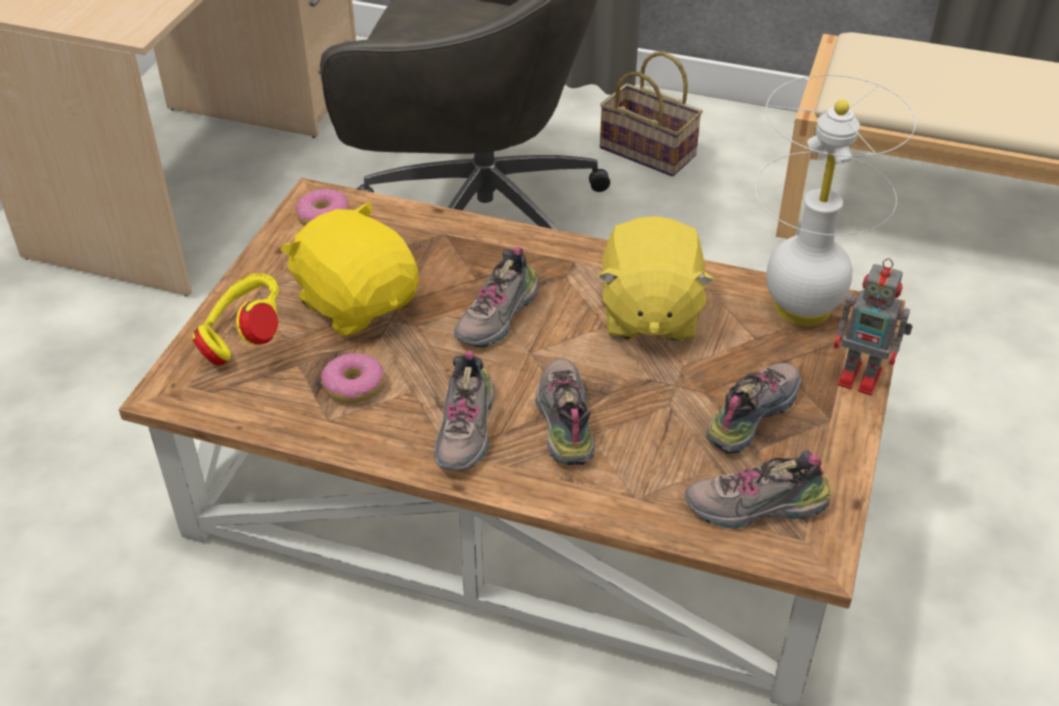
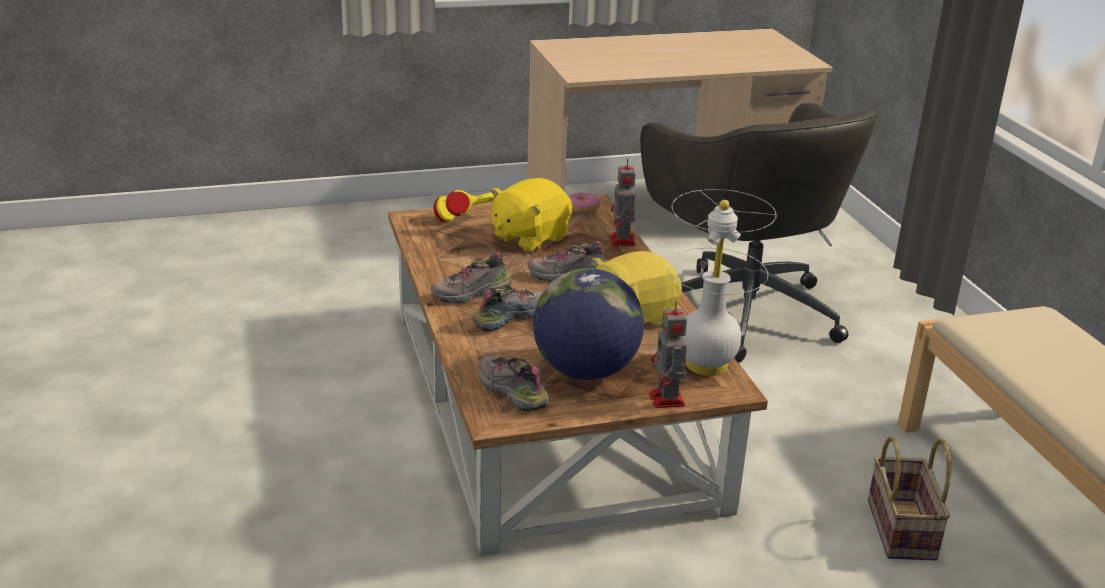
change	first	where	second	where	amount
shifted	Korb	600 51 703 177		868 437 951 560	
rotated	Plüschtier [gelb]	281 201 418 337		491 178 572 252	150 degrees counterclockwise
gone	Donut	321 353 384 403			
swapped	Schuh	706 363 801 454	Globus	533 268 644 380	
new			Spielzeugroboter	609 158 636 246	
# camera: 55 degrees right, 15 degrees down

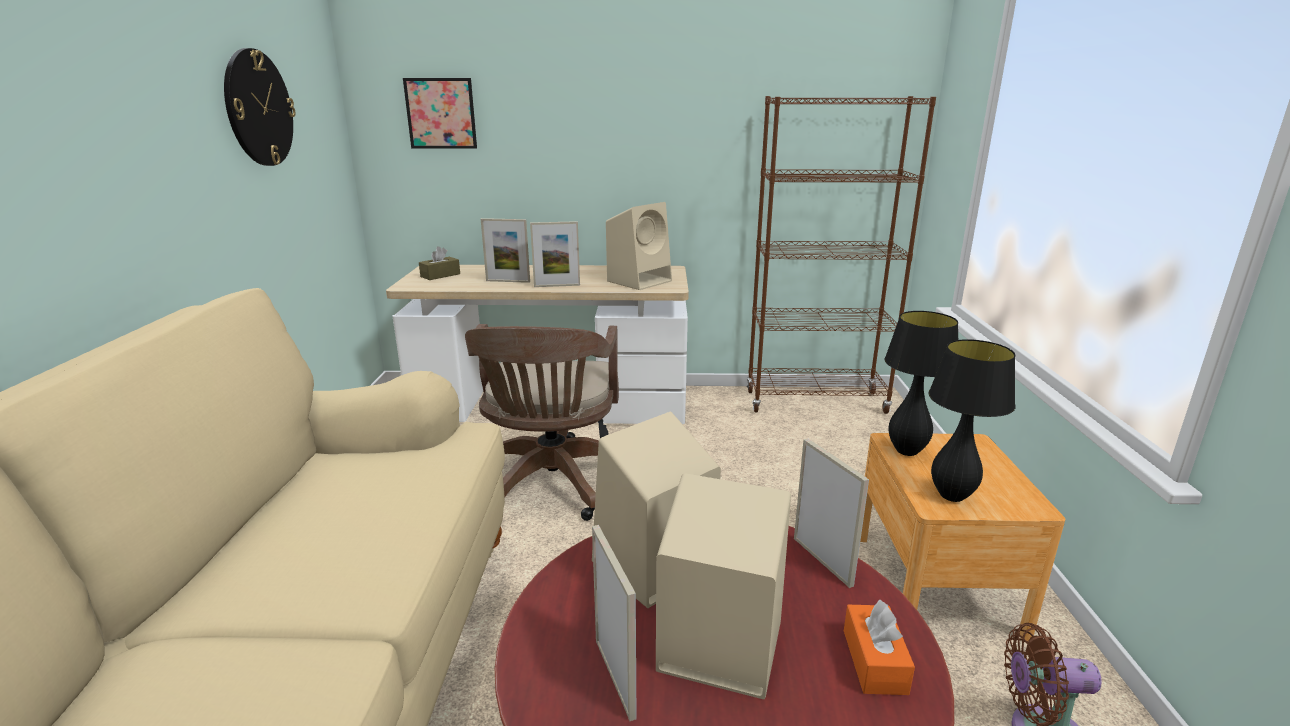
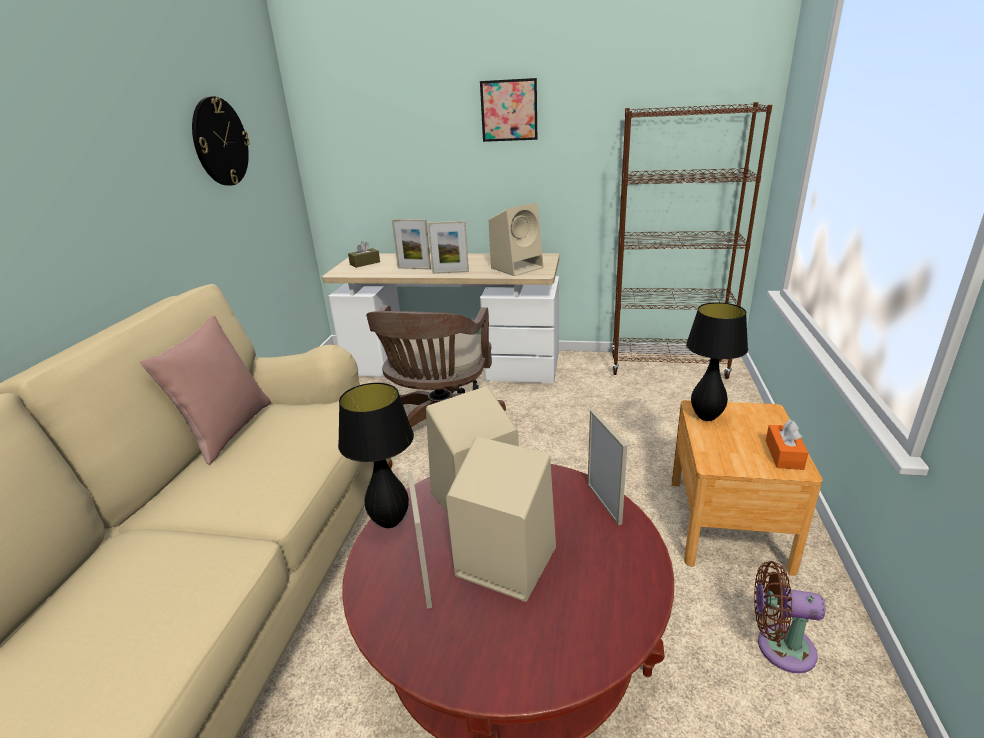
change	first	where	second	where	amount
shifted	Bild	403 78 477 149		480 78 537 142	
shifted	Tischlampe [schwarz]	928 339 1015 502		338 383 414 528	
shifted	Taschentuchbox [orange]	844 600 915 695		766 419 808 470	
new			Kissen [rosa]	140 315 271 465	
# camera: 10 degrees right, 5 degrees up

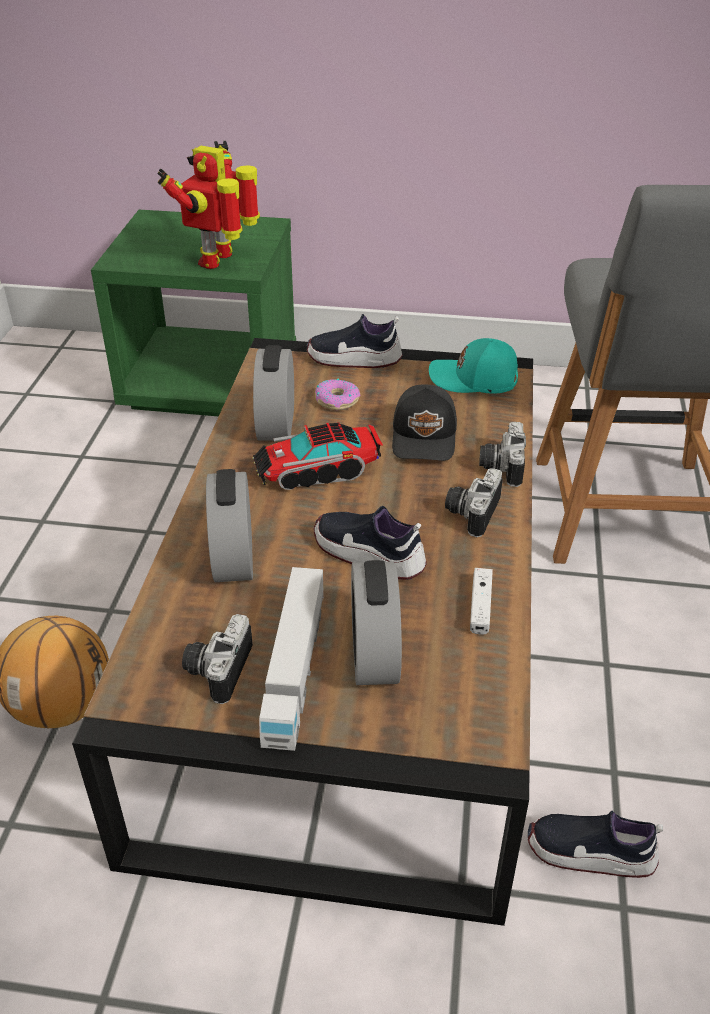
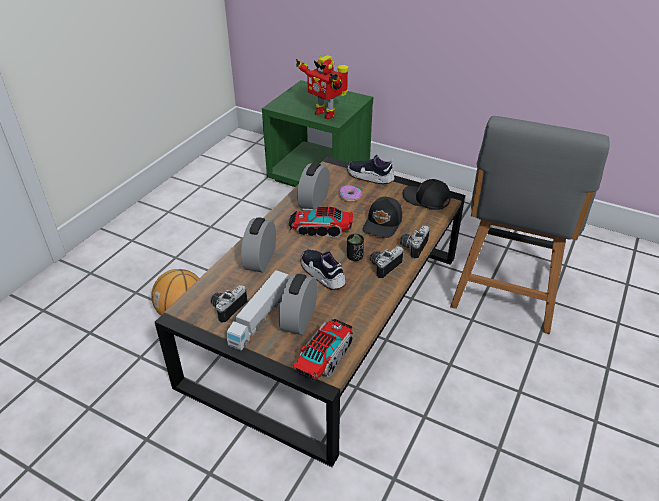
change	first	where	second	where	amount
rotated	Spielzeugroboter	157 141 260 269		296 55 348 119	90 degrees counterclockwise
repainted	Kappe [türkis]	429 338 518 394	Kappe [schwarz]	402 179 450 210	
gone	Gamepad [weiß]	470 568 493 635			
gone	Schuh	528 811 663 878			
new			Tasse [schwarz]	347 234 364 261	
new			Spielzeuglaster	293 319 353 381	
# camera: 20 degrees right, 0 degrees up

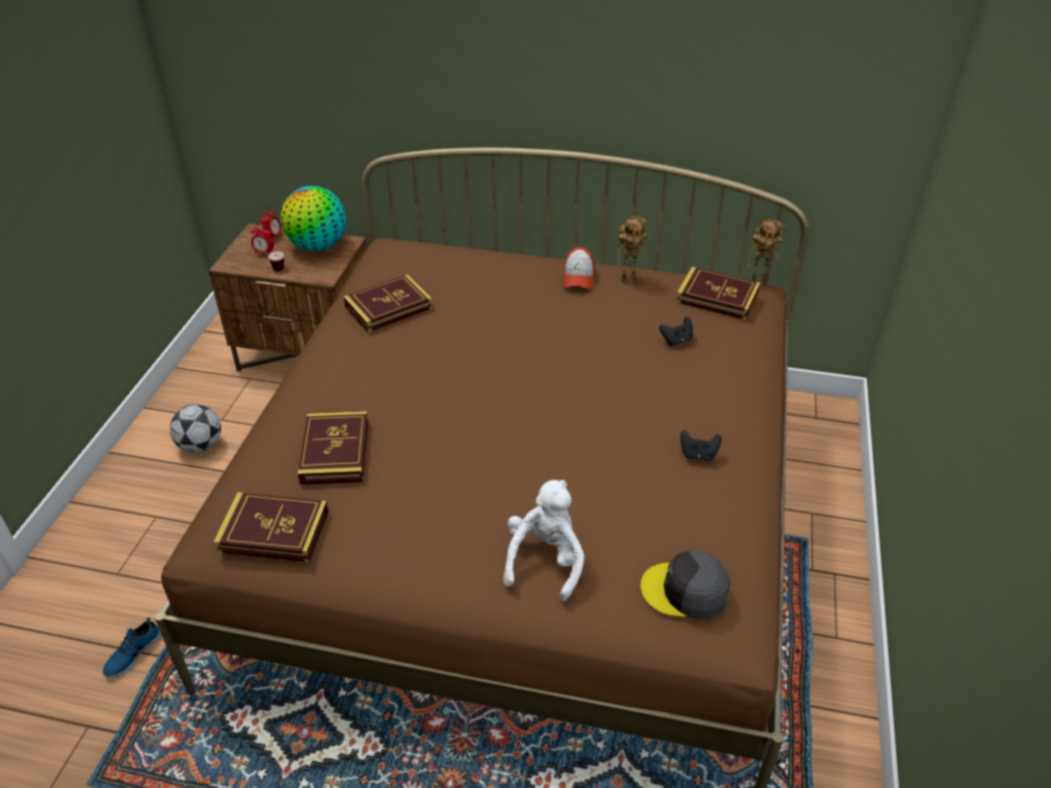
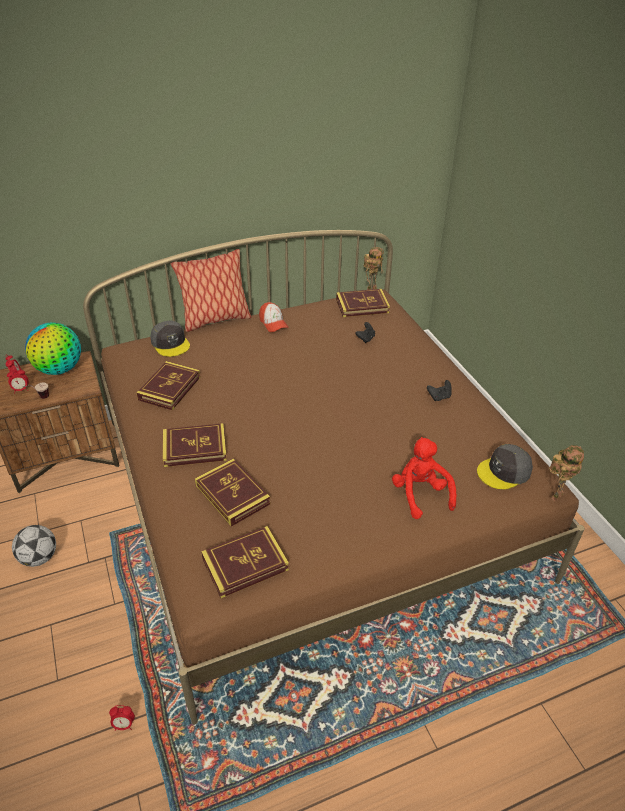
change	first	where	second	where	amount
shifted	Spielzeugroboter	617 217 649 282		549 445 584 502	
repainted	Plüschtier [weiß]	503 480 584 601	Plüschtier [rot]	392 437 456 519	
swapped	Schuh	103 617 162 678	Wecker	109 705 135 731	
new			Kissen	170 249 252 332	
new			Kappe [grau]	151 320 190 357	
new			Buch	162 423 227 467	
# camera: 35 degrees left, 0 degrees up

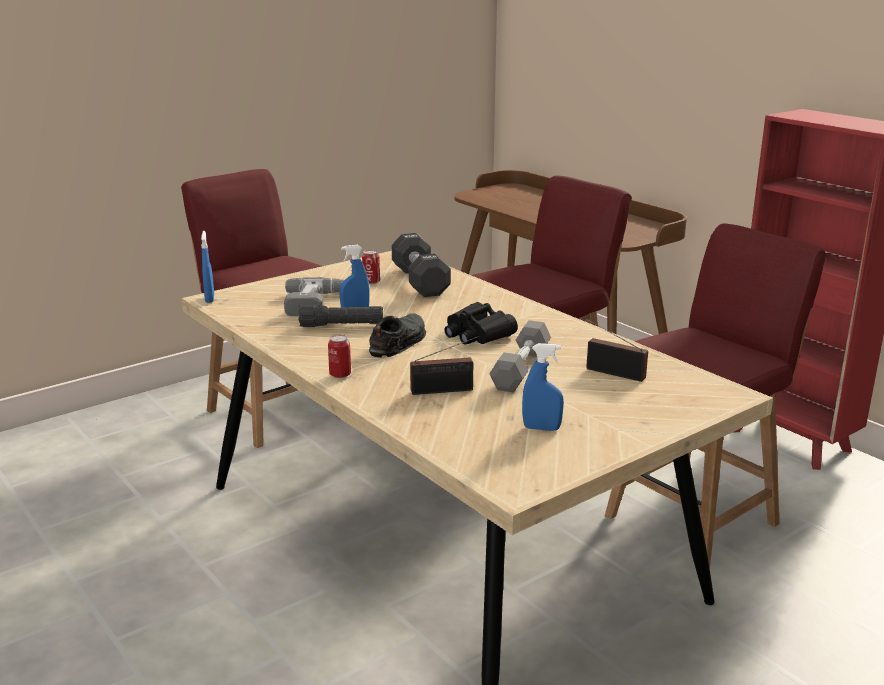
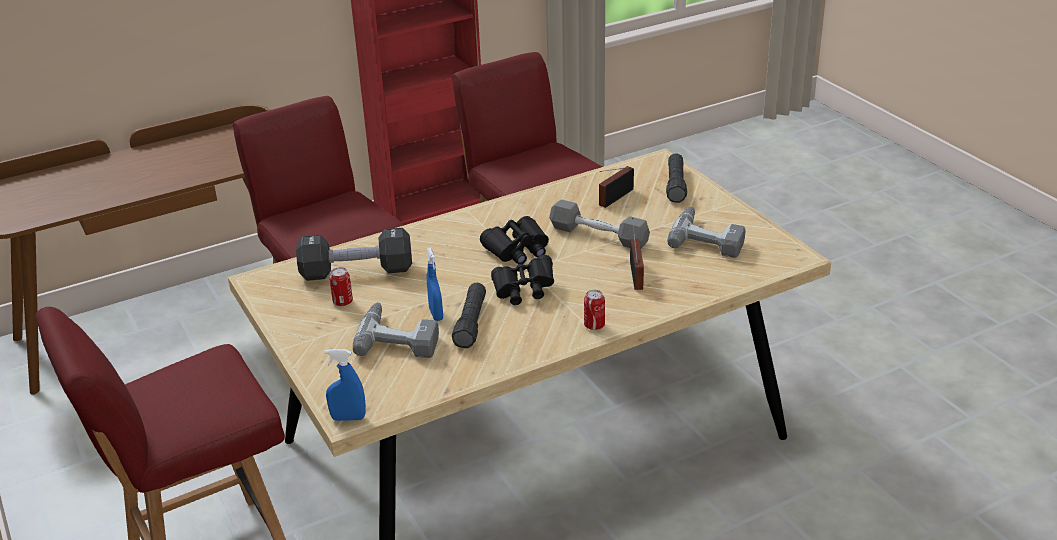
change	first	where	second	where	amount
swapped	Schuh [schwarz]	369 313 426 358	Fernglas [schwarz]	491 255 554 305	
swapped	Sprühflasche [blau]	522 343 564 431	Bohrmaschine	667 207 746 258	
new			Taschenlampe [schwarz]	666 154 687 203	
# camera: 80 degrees left, 10 degrees up

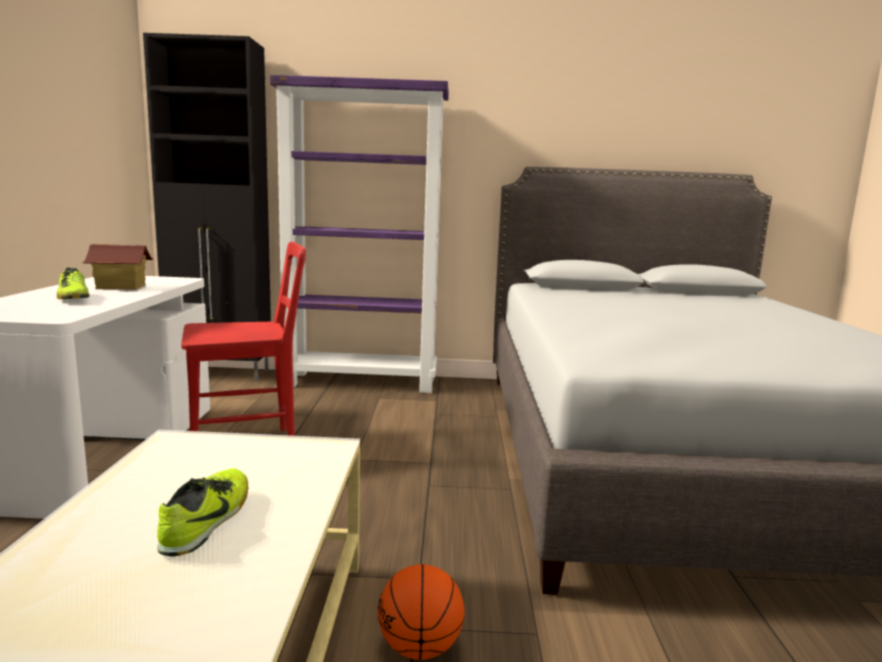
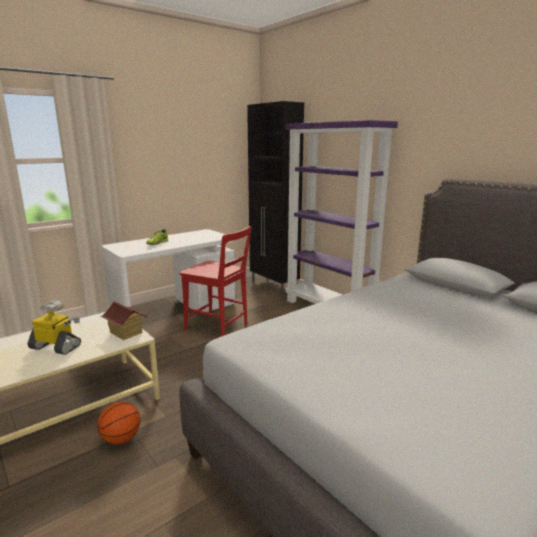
change	first	where	second	where	amount
shifted	Spielzeughaus	82 244 153 290		101 301 148 340	
swapped	Schuh	157 468 248 556	Spielzeugroboter	27 300 81 355	
# camera: 50 degrees right, 5 degrees up

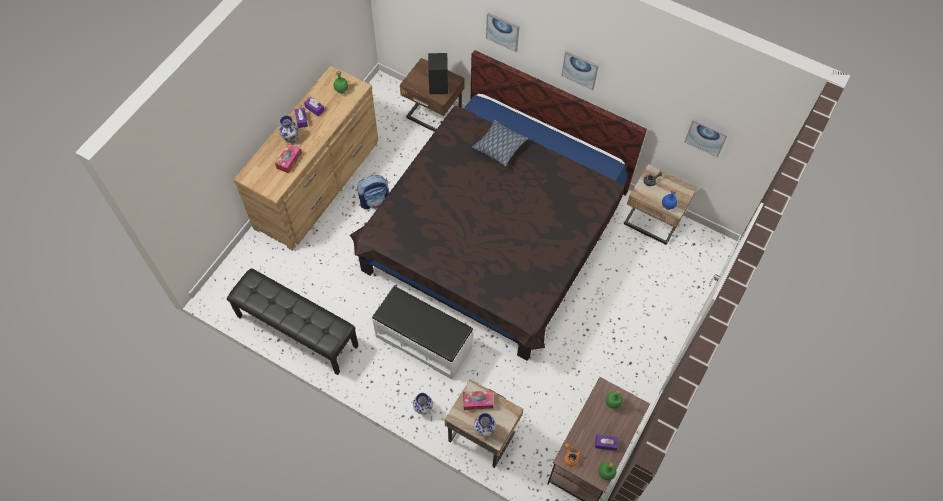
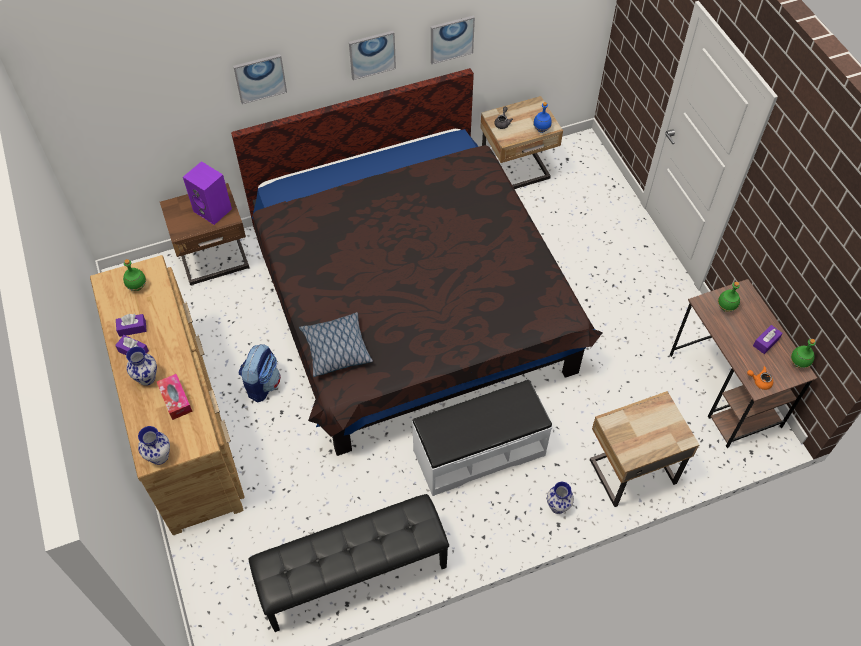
change	first	where	second	where	amount
repainted	Lautsprecher [schwarz]	428 53 448 94	Lautsprecher [lila]	183 161 232 225	
shifted	Kissen	472 119 529 167		299 312 373 377	
shifted	Bild	684 119 728 158		431 15 475 64	
gone	Taschentuchbox	463 391 493 410			
shifted	Vase	474 413 496 437		138 426 170 465	
# camera: 50 degrees left, 5 degrees down

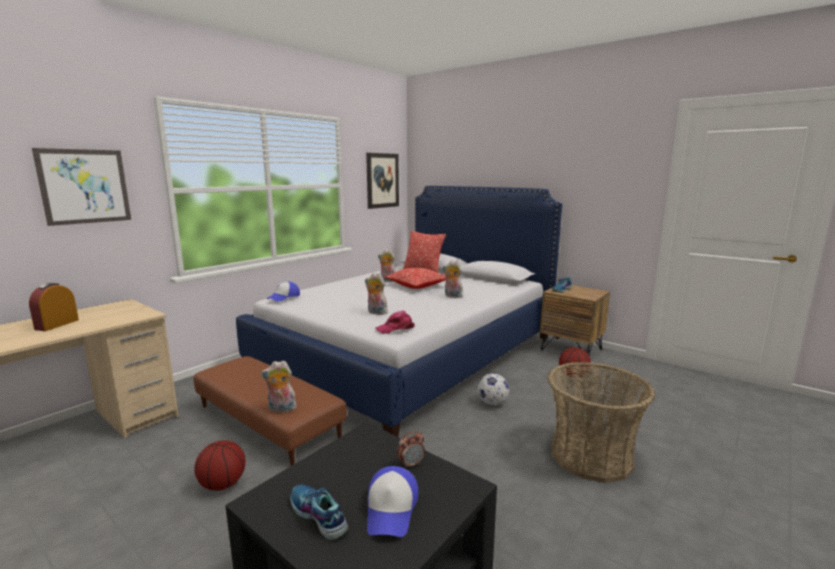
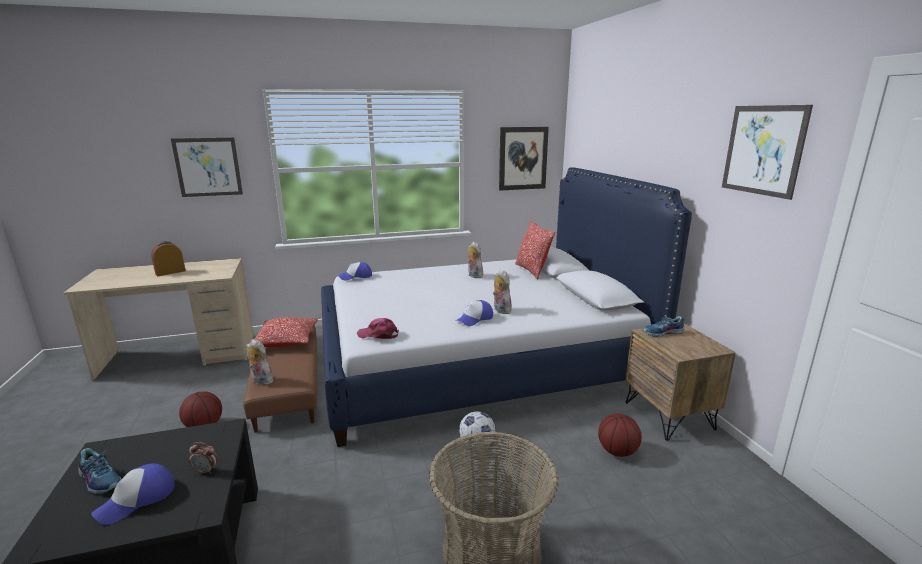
change	first	where	second	where	amount
shifted	Kissen	384 268 446 289		249 317 318 347	
gone	Plüschtier	365 273 388 315			
rotated	Schuh	290 485 348 540		78 448 121 495	135 degrees clockwise
new			Bild	722 105 813 200	
new			Kappe	456 300 493 326	
# camera: 35 degrees right, 5 degrees up

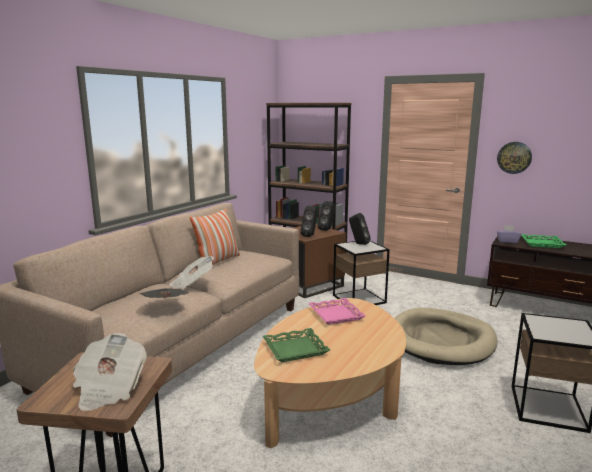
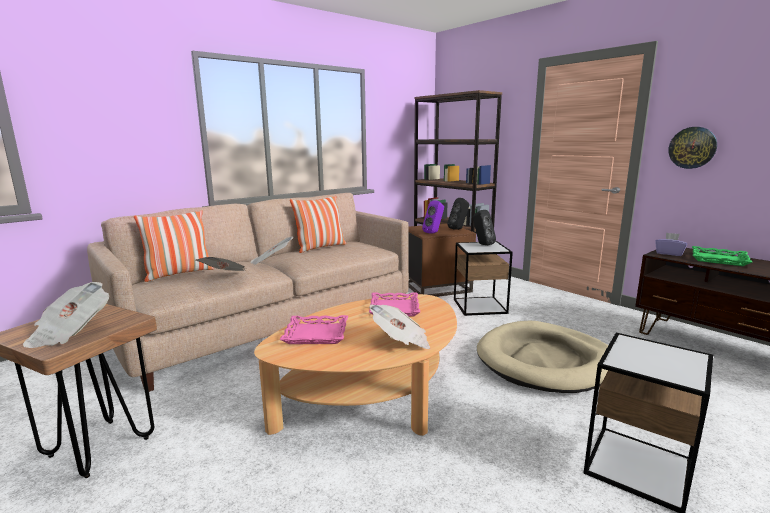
change	first	where	second	where	amount
repainted	Lautsprecher [schwarz]	300 206 318 237	Lautsprecher [lila]	422 200 444 234	
repainted	Tablett [grün]	263 328 330 362	Tablett [rosa]	279 315 348 344	
new			Kissen	134 210 214 282	
new			Zeitung	369 305 430 349	
# camera: 20 degrees right, 0 degrees up

